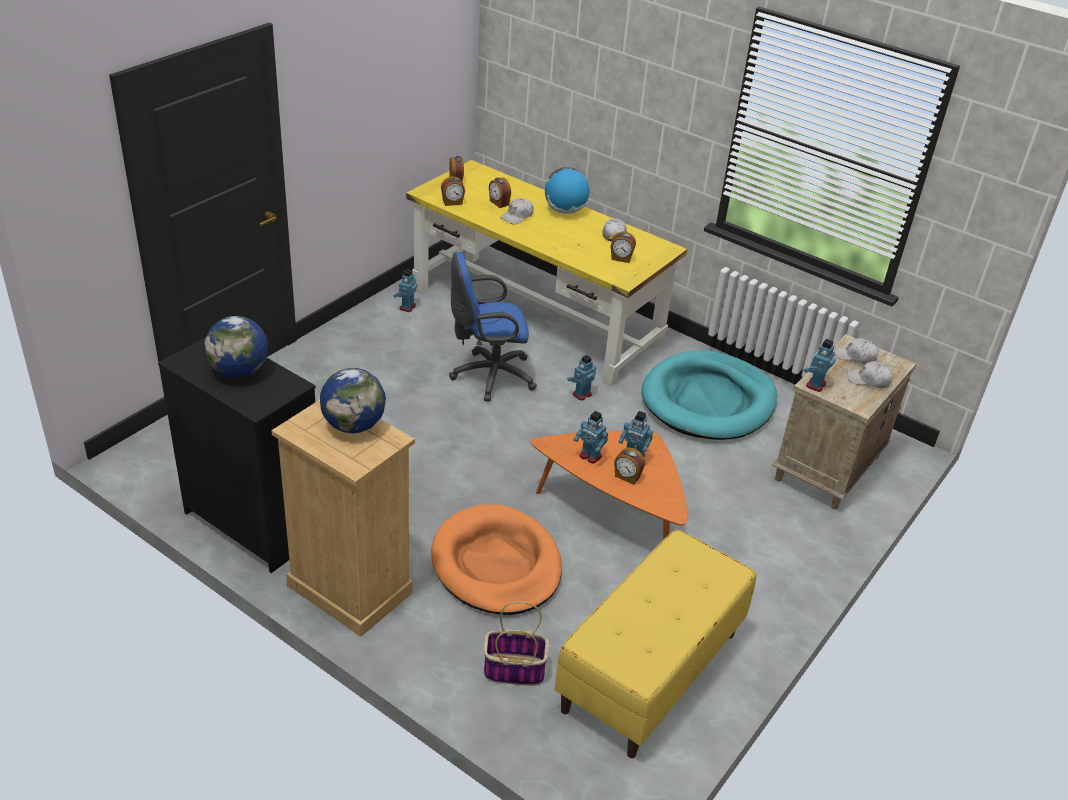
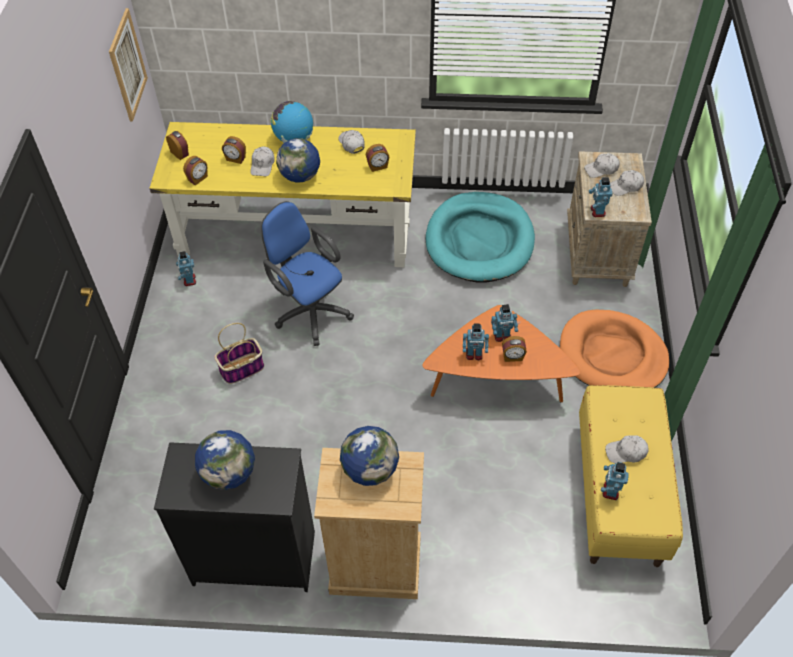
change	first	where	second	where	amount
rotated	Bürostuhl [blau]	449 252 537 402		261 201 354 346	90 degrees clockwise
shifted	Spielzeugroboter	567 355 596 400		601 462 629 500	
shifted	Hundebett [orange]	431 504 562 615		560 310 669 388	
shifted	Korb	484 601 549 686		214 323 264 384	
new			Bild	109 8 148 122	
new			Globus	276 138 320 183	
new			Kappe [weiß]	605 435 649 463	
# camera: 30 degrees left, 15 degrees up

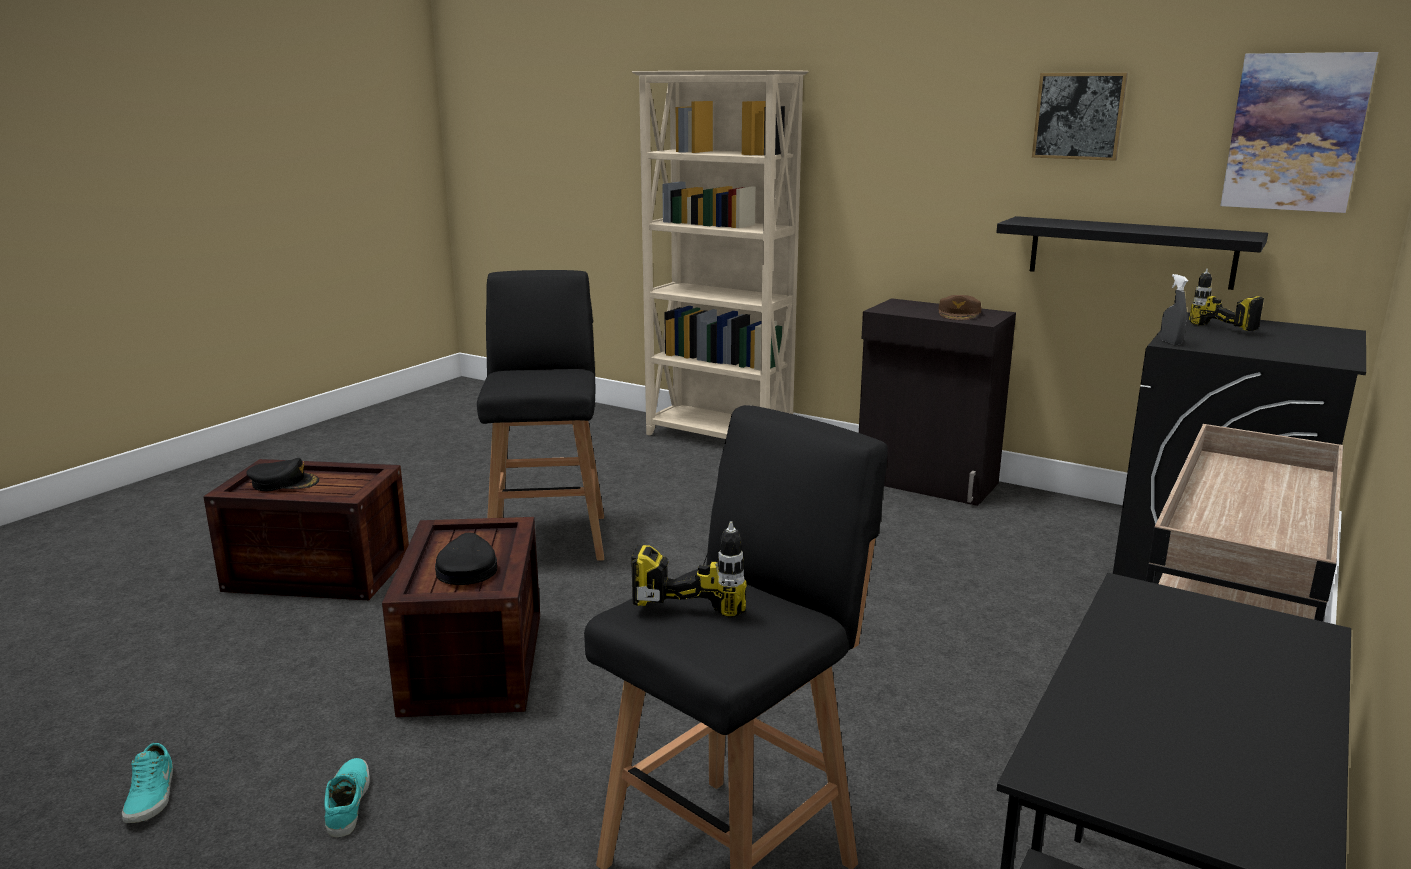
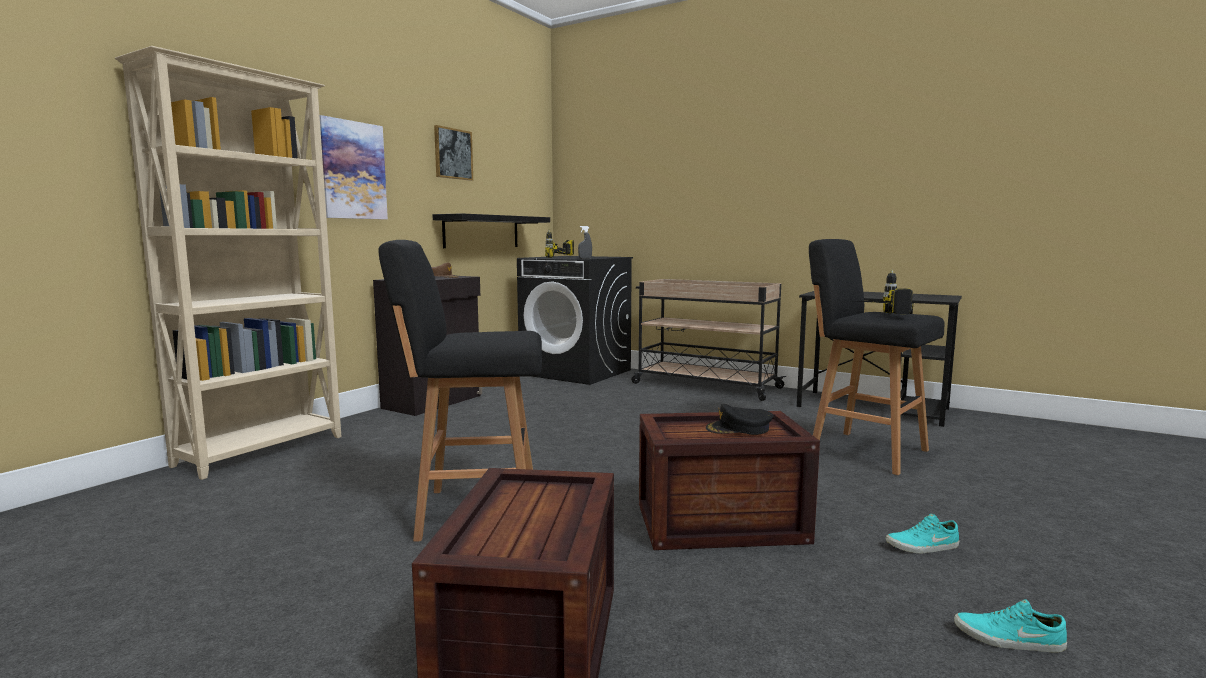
change	first	where	second	where	amount
shifted	Bild	1220 52 1378 213		320 115 388 220	
gone	Kappe [schwarz]	246 458 319 492			
rotated	Schuh [türkis]	122 743 173 823		954 599 1067 653	150 degrees counterclockwise
# camera: 90 degrees left, 10 degrees down

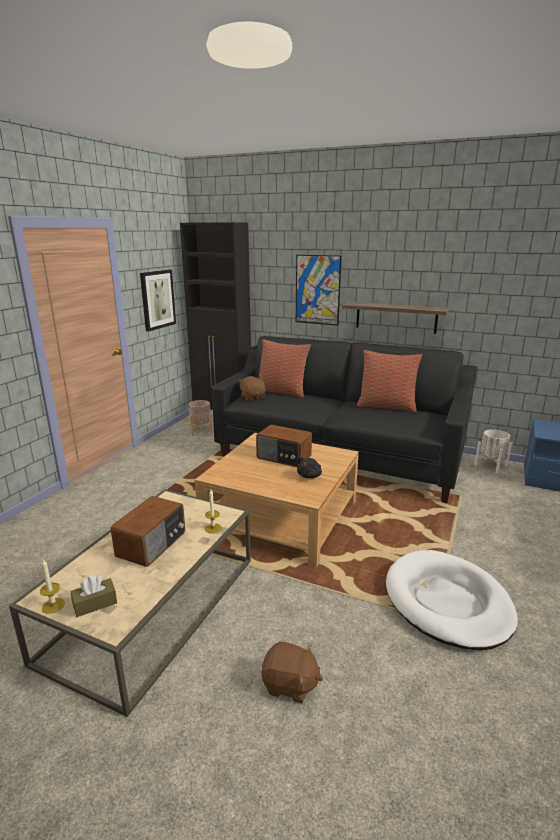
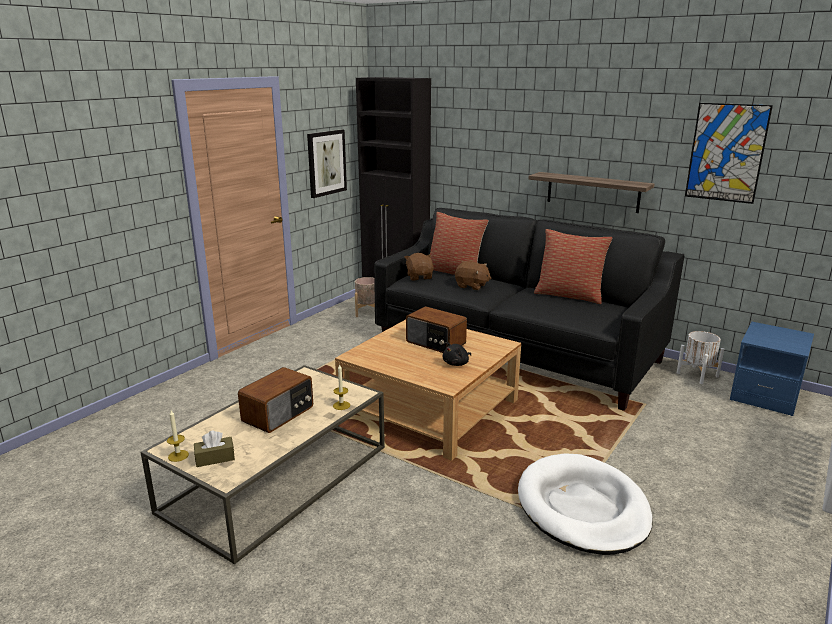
change	first	where	second	where	amount
shifted	Bild	296 255 342 326		685 103 773 204	
shifted	Plüschtier [braun]	261 641 323 703		455 261 491 290	
# camera: 10 degrees right, 0 degrees up

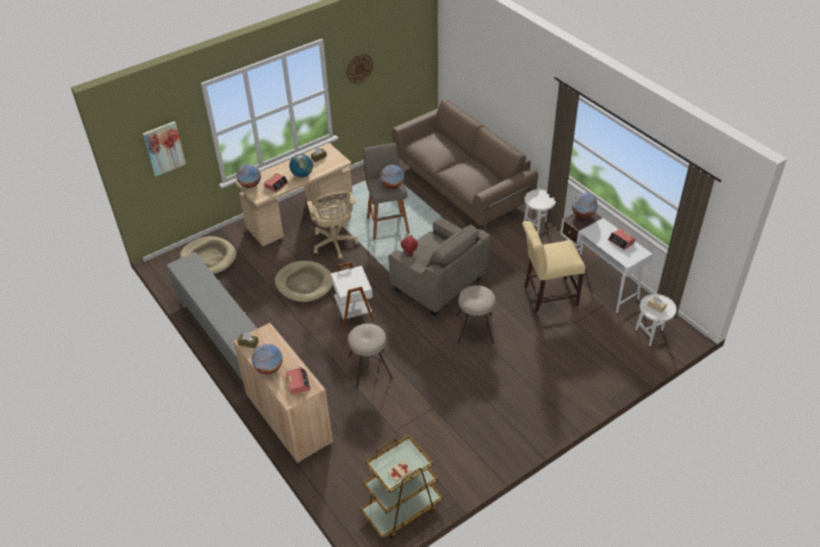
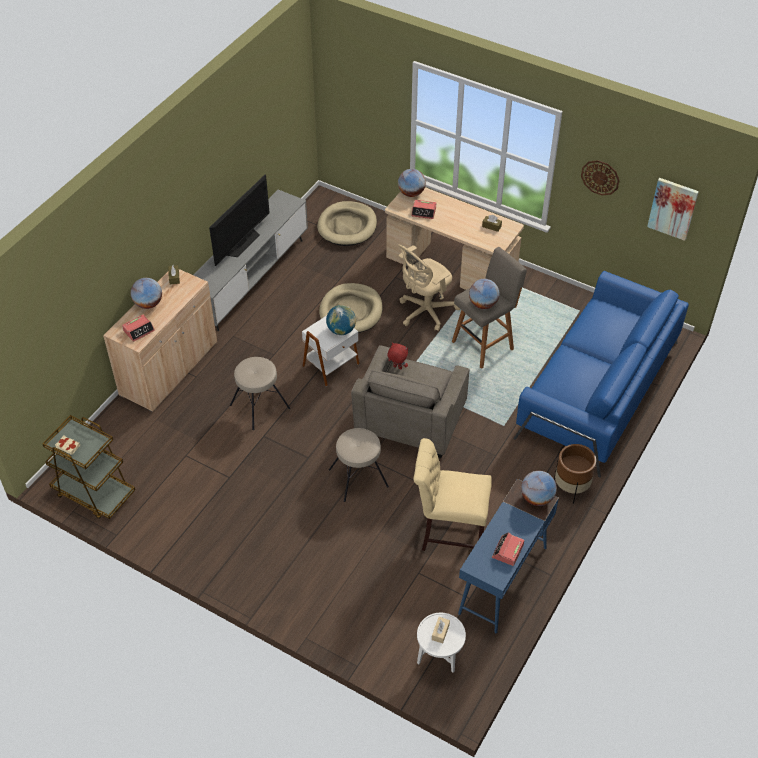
change	first	where	second	where	amount
repainted	Sofa [braun]	392 99 538 231	Sofa [blau]	513 271 689 477	
shifted	Bild	143 121 186 176		647 178 699 241	
shifted	Globus	289 154 313 177		326 305 356 335	
swapped	Beistelltisch [weiß]	524 189 556 234	Pflanzkübel [braun]	554 444 596 504	
repainted	Schreibtisch [weiß]	560 212 653 313	Schreibtisch [blau]	458 479 559 633	
rotated	Stuhl [beige]	522 221 585 313		413 438 492 551	45 degrees counterclockwise
new			Fernseher	209 174 270 266	
# camera: 65 degrees right, 5 degrees up

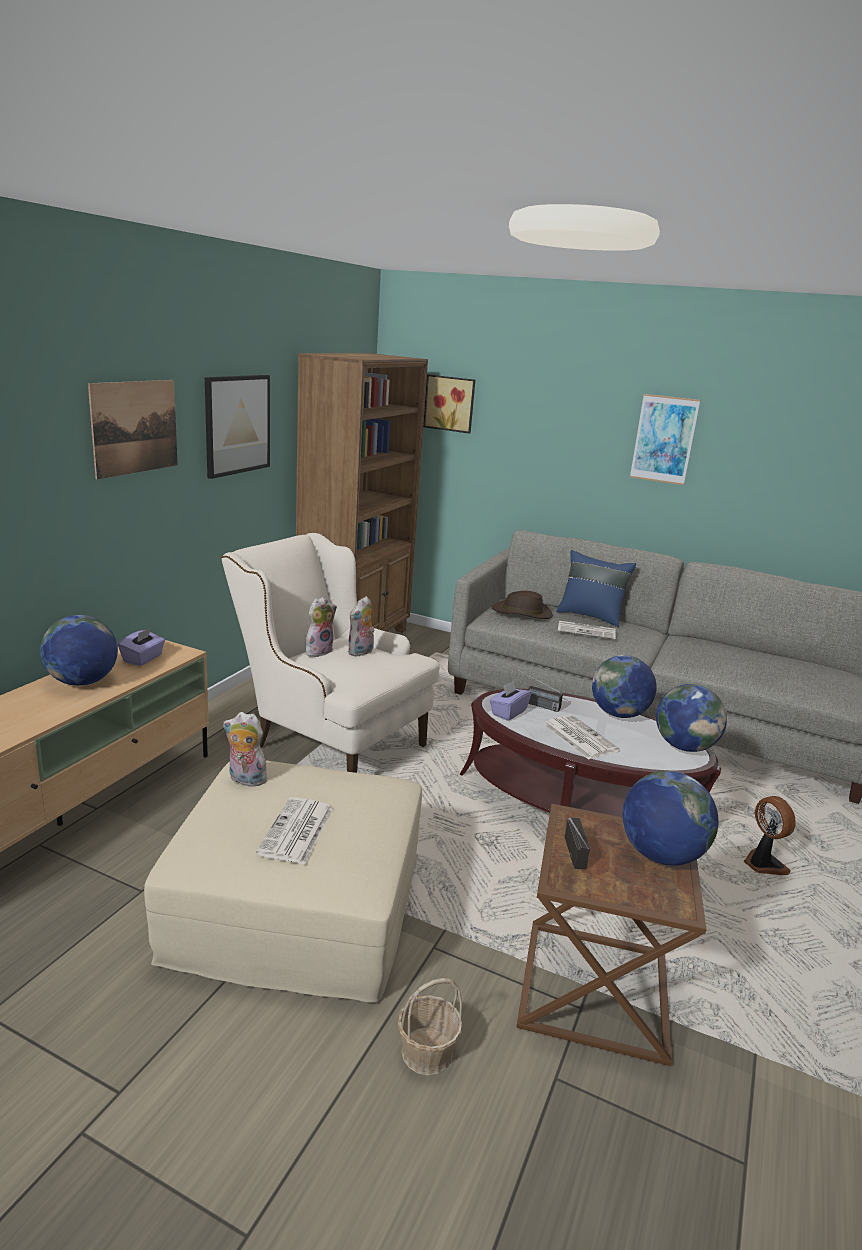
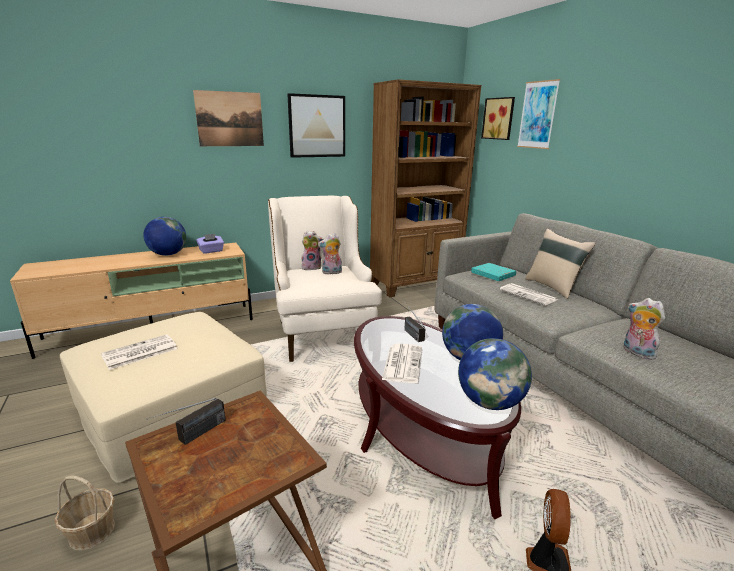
change	first	where	second	where	amount
shifted	Bild	630 394 700 485		517 79 560 149	
repainted	Kissen [blau]	556 550 636 627	Kissen [beige]	525 228 596 299	
swapped	Hut [braun]	492 591 553 619	Buch [türkis]	471 263 516 281	
gone	Taschentuchbox [lila]	490 681 532 720			
shifted	Plüschtier	223 712 269 787		623 298 665 360	
gone	Globus	622 771 719 866			
# camera: 40 degrees right, 0 degrees up

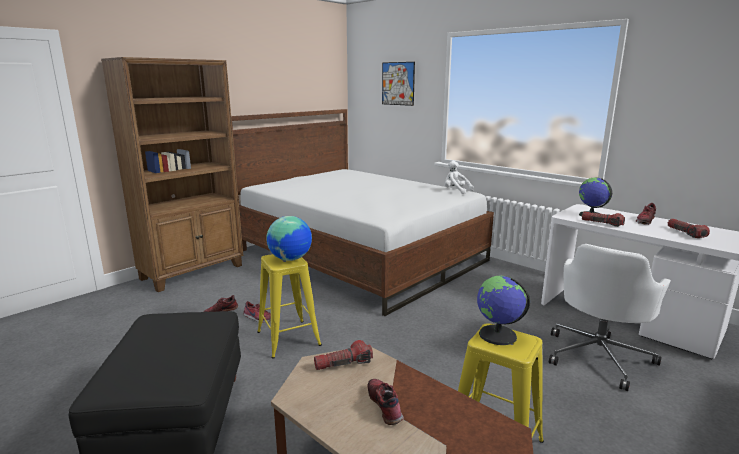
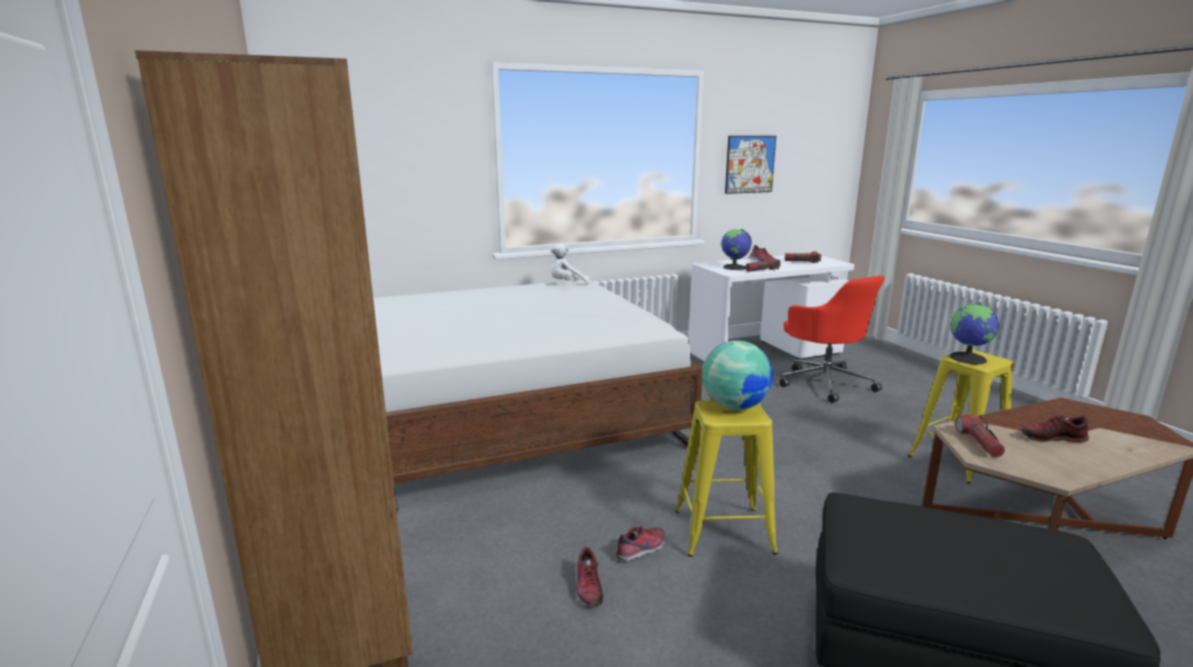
change	first	where	second	where	amount
shifted	Bild	382 62 415 106		725 136 776 194	
repainted	Bürostuhl [weiß]	549 244 671 391	Bürostuhl [rot]	779 275 885 403	
# camera: 65 degrees left, 0 degrees up

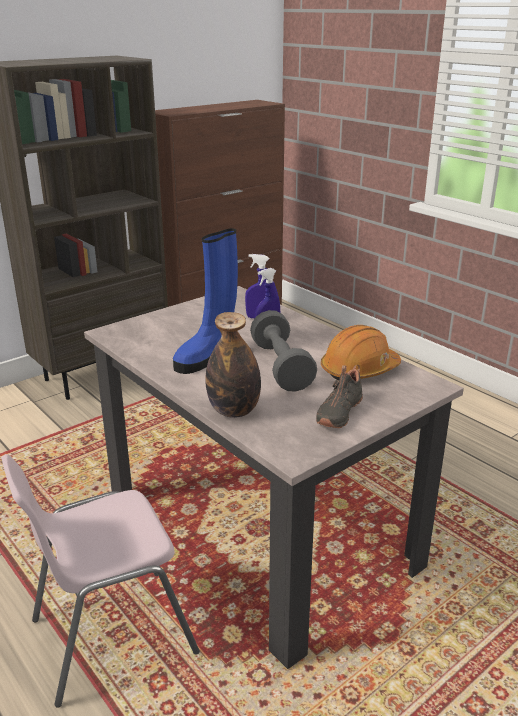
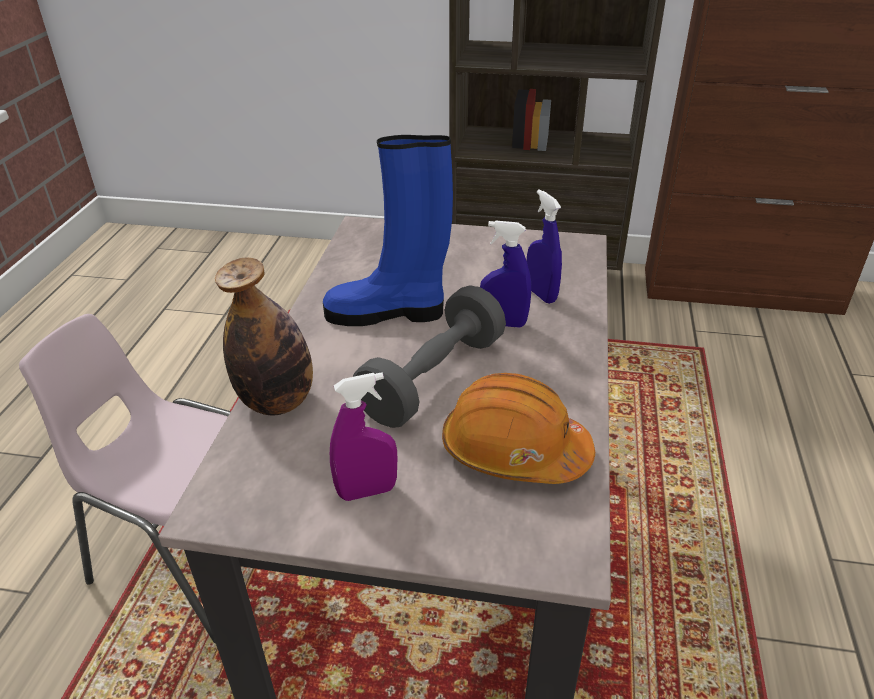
change	first	where	second	where	amount
swapped	Schuh [schwarz]	316 365 363 428	Sprühflasche [lila]	330 372 397 501	
# camera: 50 degrees right, 10 degrees up

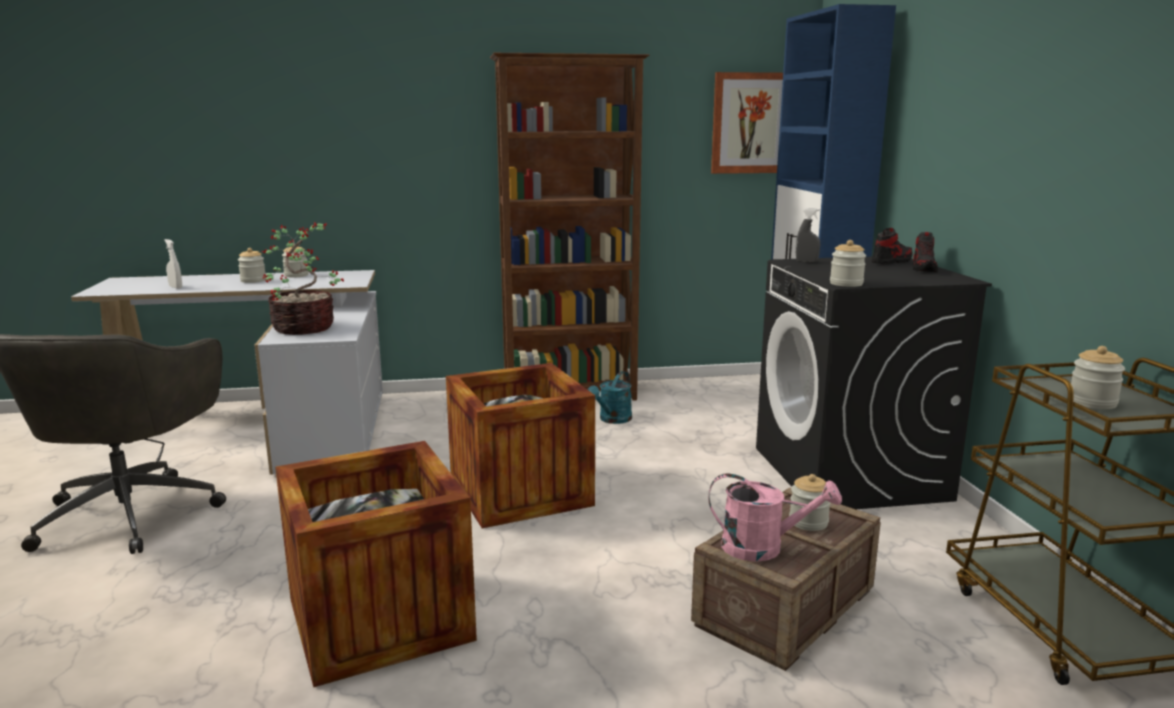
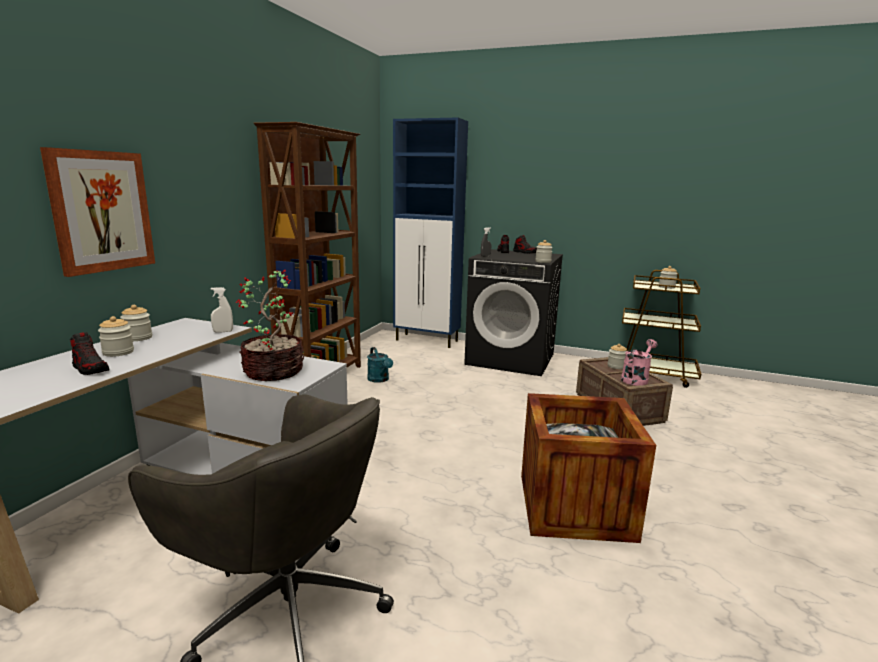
change	first	where	second	where	amount
shifted	Bild	711 72 783 174		40 147 155 277	
shifted	Sprühflasche [weiß]	164 239 182 289		211 287 233 333	
gone	Kiste	446 363 595 528			
new			Schuh	70 332 109 375	
# camera: 60 degrees left, 0 degrees up

